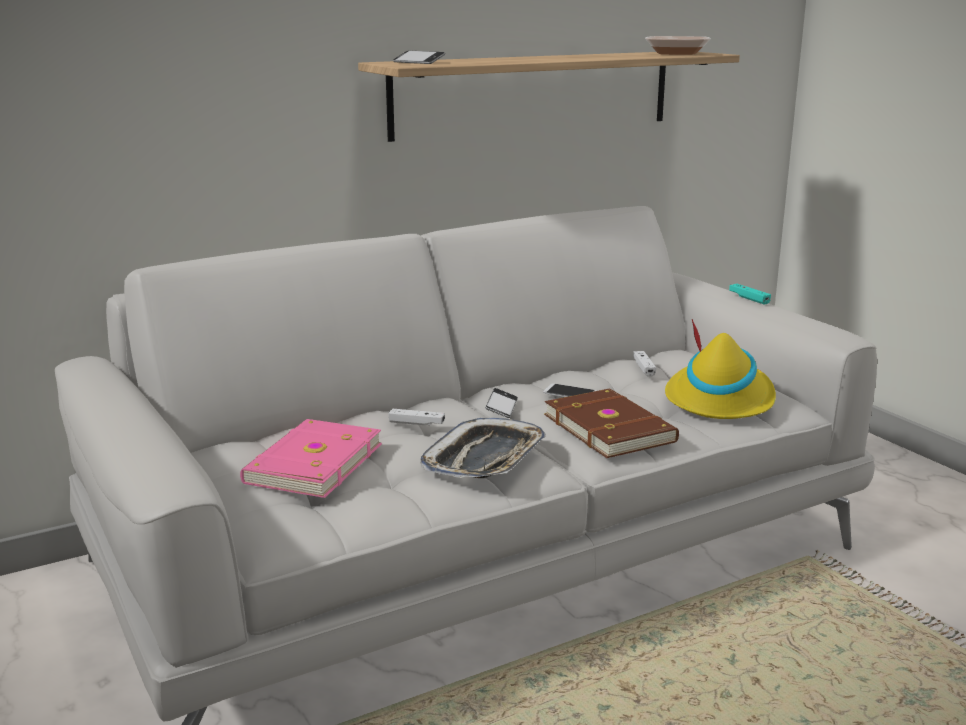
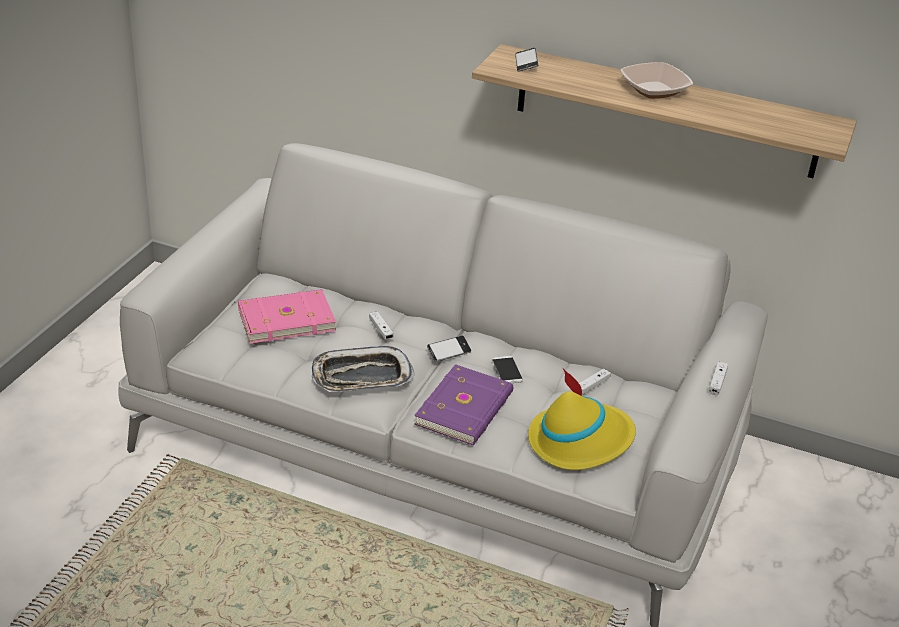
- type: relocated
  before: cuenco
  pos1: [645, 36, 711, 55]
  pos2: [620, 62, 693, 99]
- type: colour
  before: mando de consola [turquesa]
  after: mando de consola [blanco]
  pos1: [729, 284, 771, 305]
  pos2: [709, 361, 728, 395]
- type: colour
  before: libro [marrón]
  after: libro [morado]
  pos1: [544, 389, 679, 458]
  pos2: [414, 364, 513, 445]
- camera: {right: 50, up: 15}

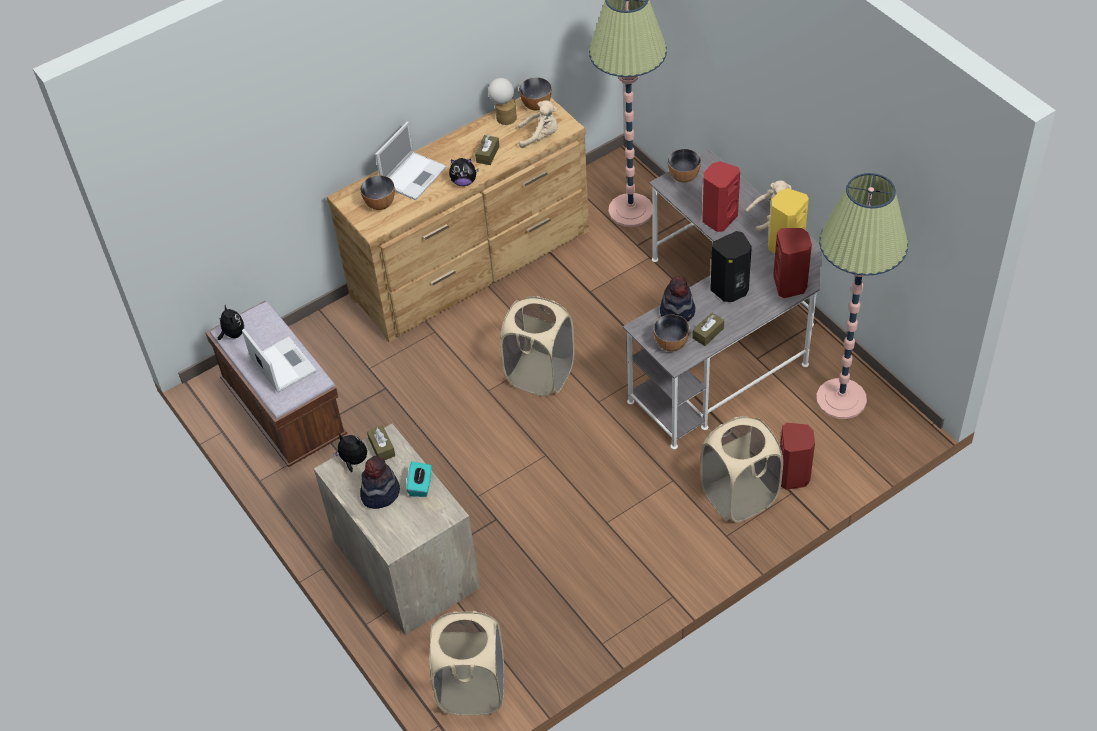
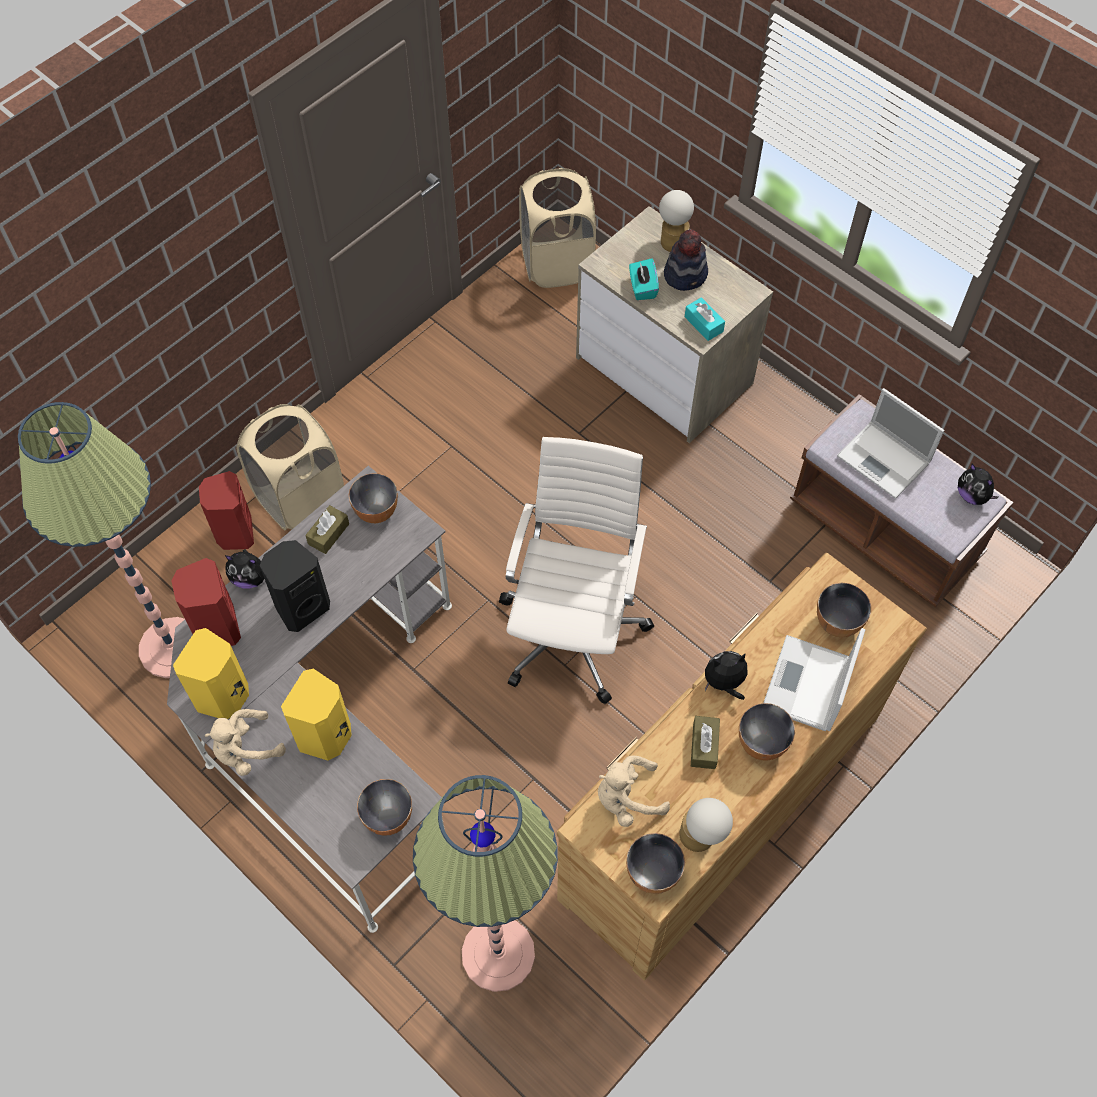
- type: colour
  before: altavoz [rojo]
  after: altavoz [amarillo]
  pos1: [702, 161, 740, 232]
  pos2: [281, 668, 352, 761]
- type: missing
  before: sombrero
  pos1: [660, 276, 695, 322]
- type: exchanged
  before: cesto de la ropa [beis]
  after: silla de oficina [blanco]
  pos1: [500, 296, 575, 397]
  pos2: [499, 437, 654, 704]
- type: colour
  before: caja de pañuelos [marrón]
  after: caja de pañuelos [turquesa]
  pos1: [367, 425, 395, 460]
  pos2: [685, 297, 725, 341]
- type: relocated
  before: peluche
  pos1: [333, 434, 367, 472]
  pos2: [225, 549, 264, 588]
- type: appeared
  after: lámpara de mesa
  pos2: [659, 190, 694, 252]
- type: appeared
  after: cuenco
  pos2: [739, 703, 795, 761]
- camera: {right: 165, up: 10}

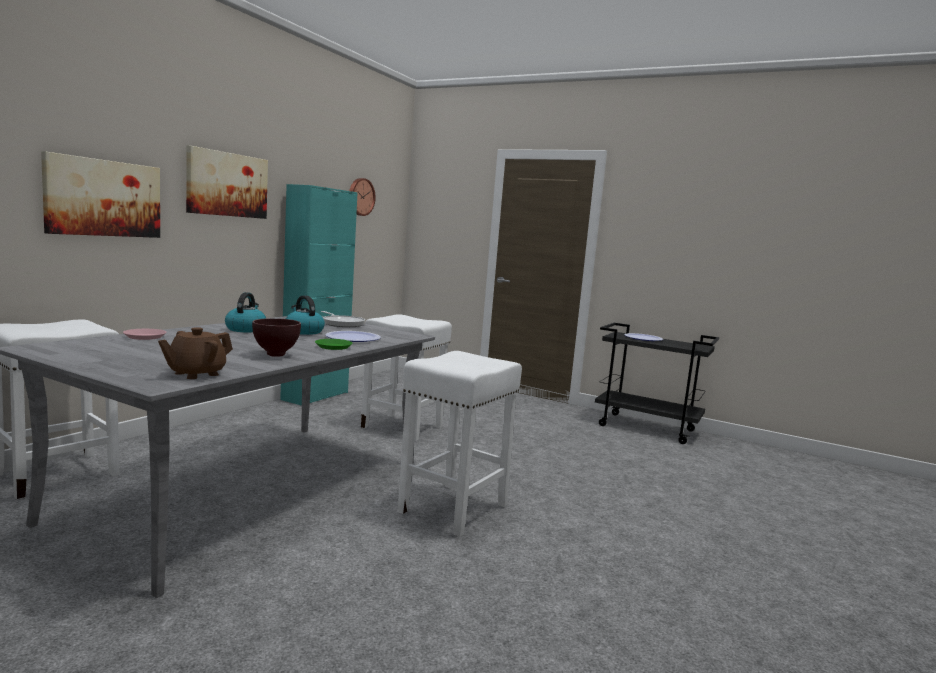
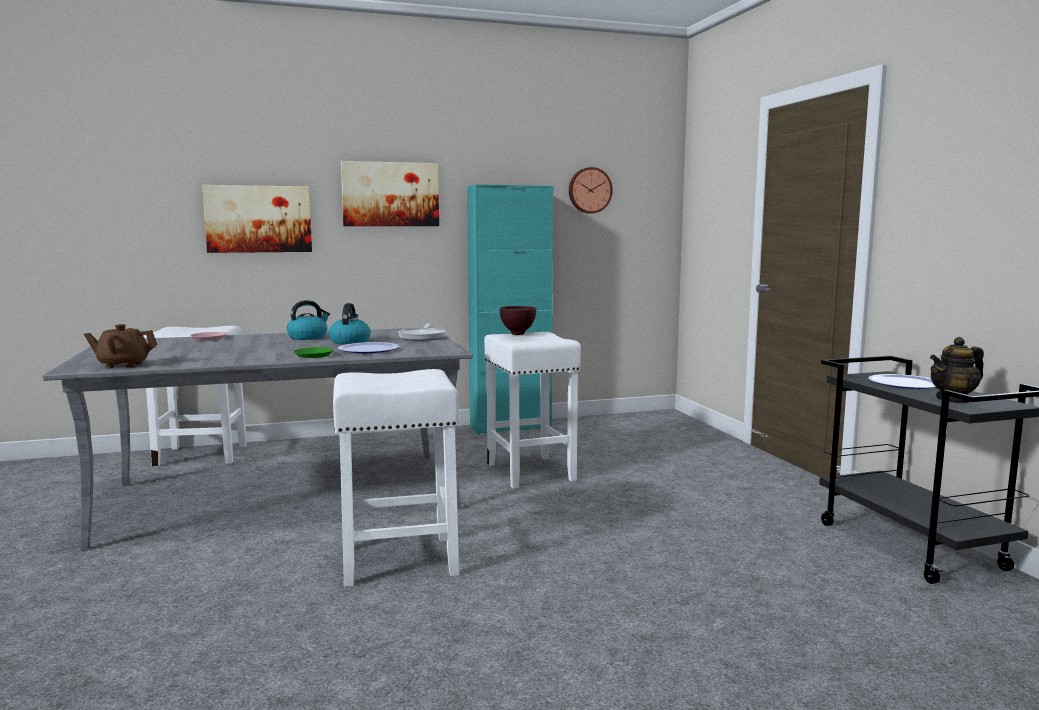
- type: relocated
  before: cuenco [marrón]
  pos1: [252, 318, 301, 357]
  pos2: [500, 306, 536, 335]
- type: appeared
  after: tetera
  pos2: [930, 337, 984, 403]
- camera: {right: 45, up: 0}

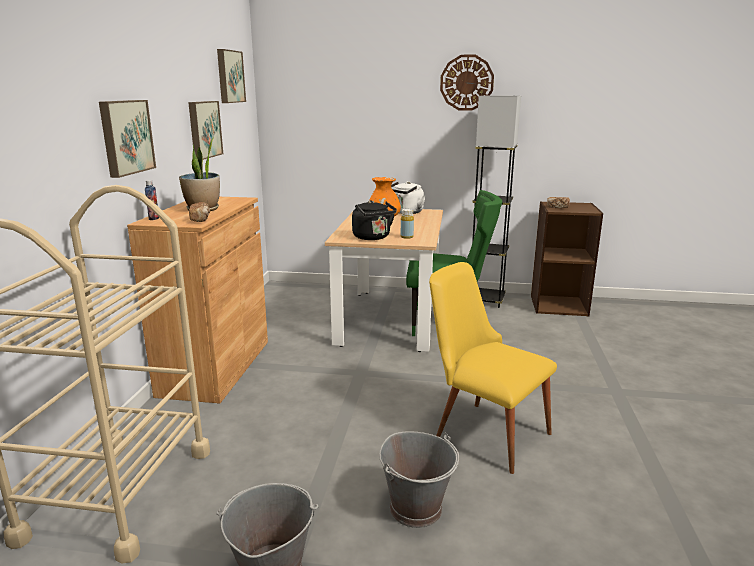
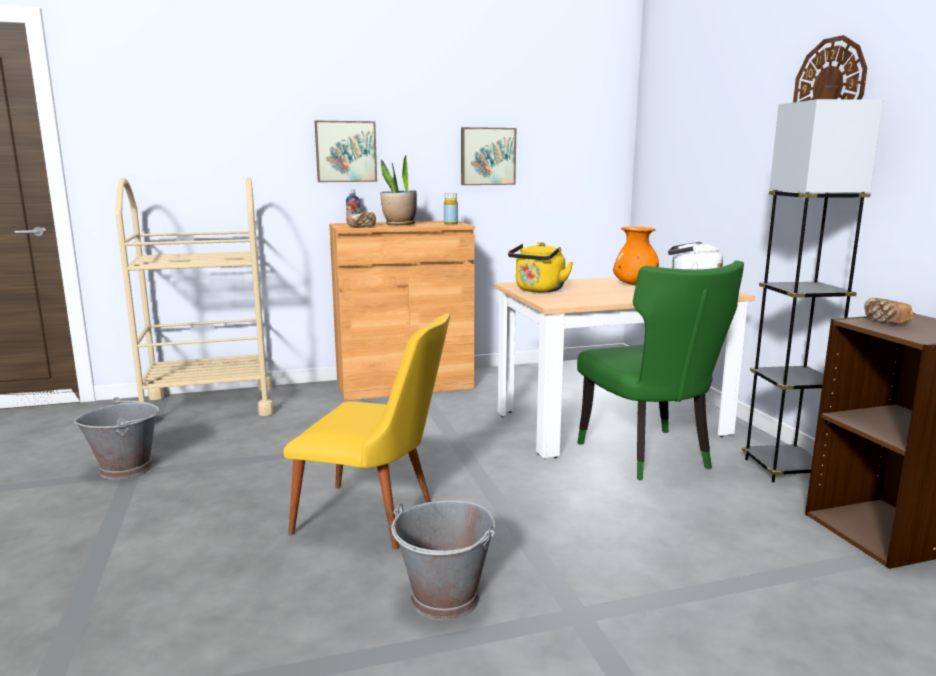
- type: missing
  before: cuadro
  pos1: [217, 49, 246, 103]
- type: colour
  before: hervidor [negro]
  after: hervidor [amarillo]
  pos1: [352, 200, 397, 240]
  pos2: [508, 242, 573, 292]
- type: relocated
  before: botella [amarillo]
  pos1: [401, 209, 414, 239]
  pos2: [444, 193, 458, 225]
- type: spun
  before: silla [amarillo]
  pos1: [429, 262, 557, 474]
  pos2: [283, 314, 450, 550]
  turn: 90
- type: relocated
  before: cubo [gris]
  pos1: [379, 431, 459, 528]
  pos2: [391, 501, 495, 620]
- camera: {right: 65, up: -5}

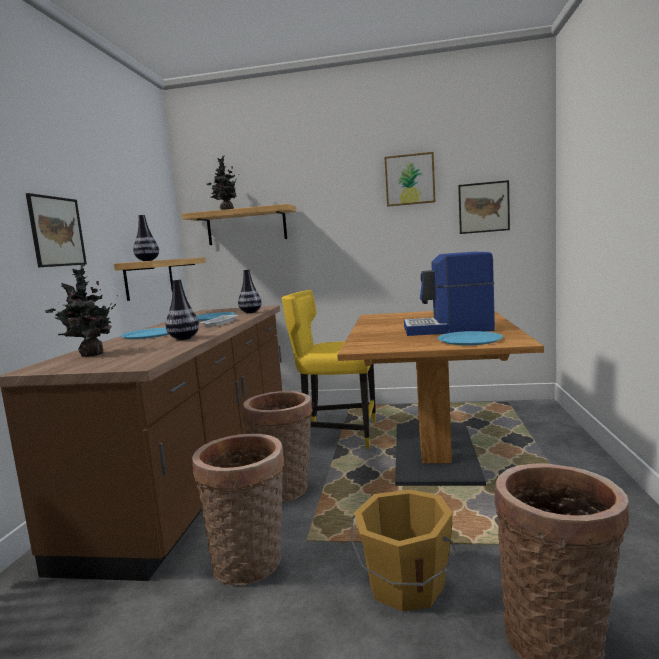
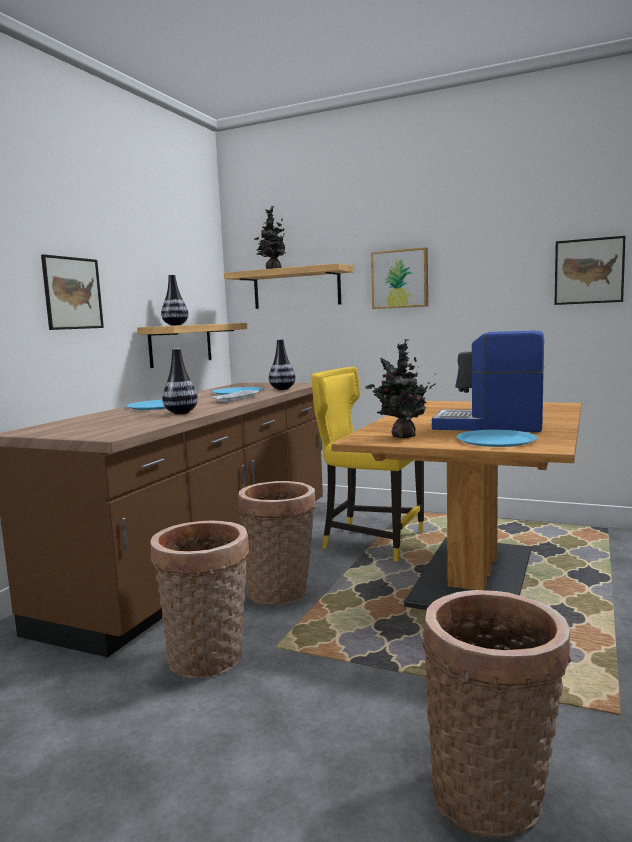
- type: relocated
  before: cuadro
  pos1: [384, 152, 436, 207]
  pos2: [371, 247, 428, 309]
- type: relocated
  before: planta en maceta
  pos1: [45, 264, 118, 357]
  pos2: [365, 339, 436, 438]
- type: missing
  before: cubo [naranja]
  pos1: [351, 490, 456, 612]
- camera: {right: 15, up: 0}

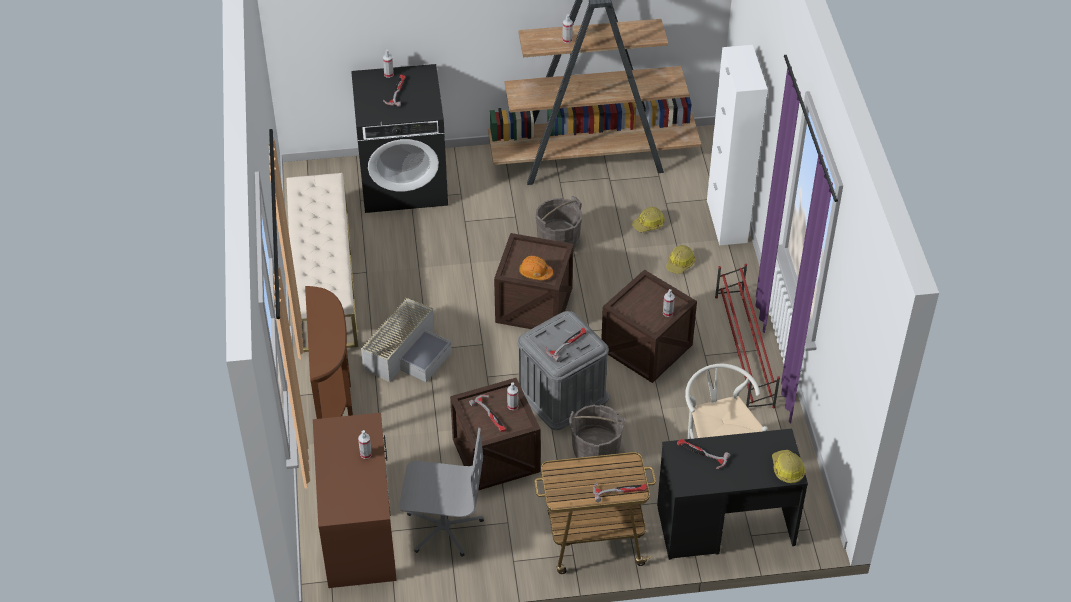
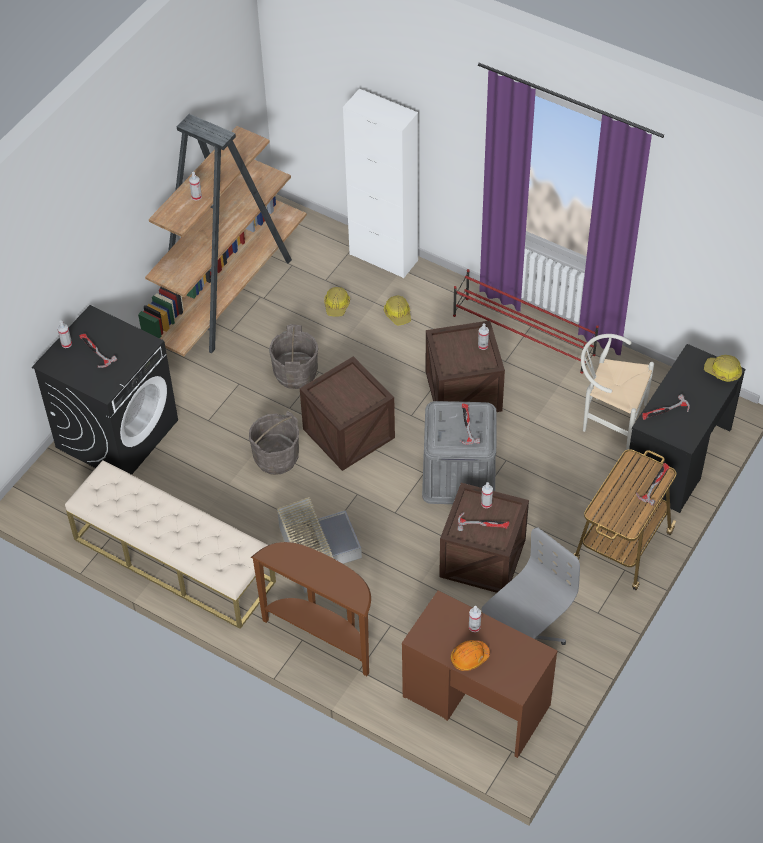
- type: relocated
  before: casco [naranja]
  pos1: [519, 256, 553, 280]
  pos2: [451, 640, 490, 671]
- type: relocated
  before: cubo [gris]
  pos1: [569, 404, 625, 465]
  pos2: [249, 411, 299, 475]
- camera: {right: -50, up: 5}

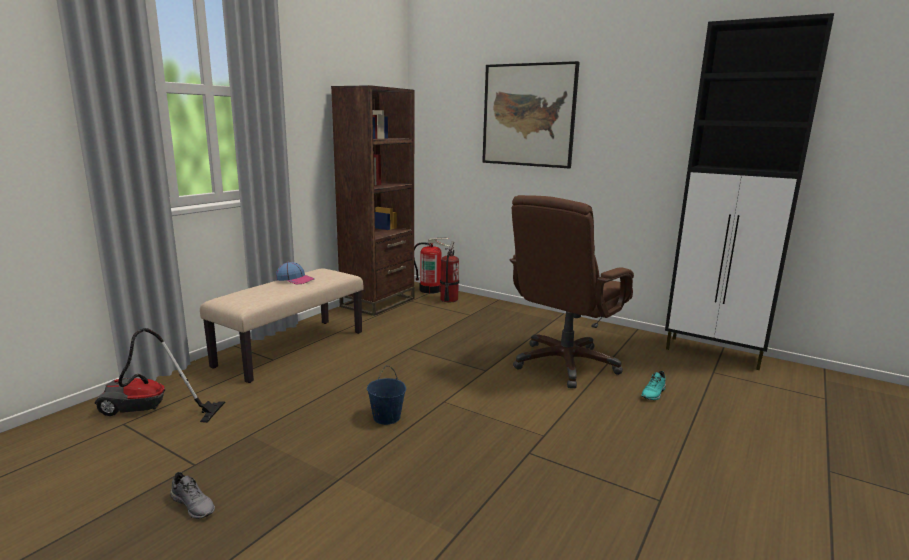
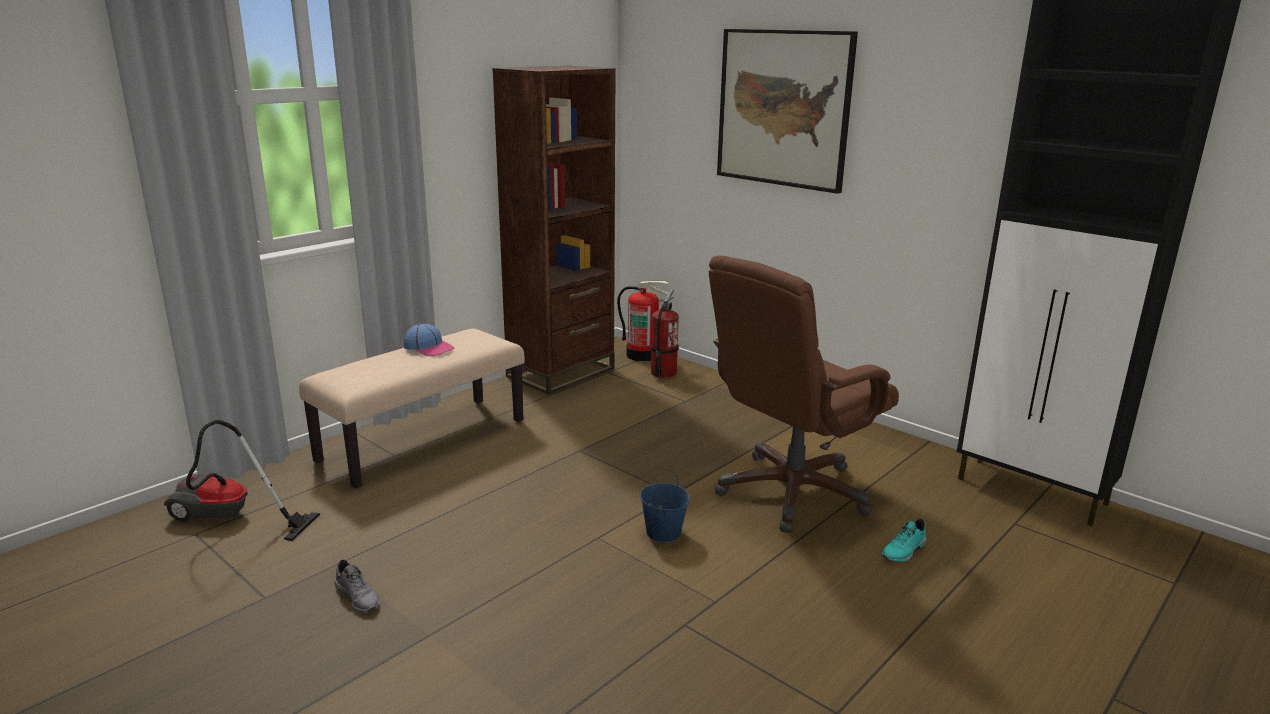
- type: relocated
  before: cubo [azul]
  pos1: [367, 366, 406, 425]
  pos2: [640, 469, 690, 542]
- type: relocated
  before: zapato [gris]
  pos1: [170, 472, 215, 519]
  pos2: [334, 559, 380, 612]
- camera: {right: 10, up: 5}

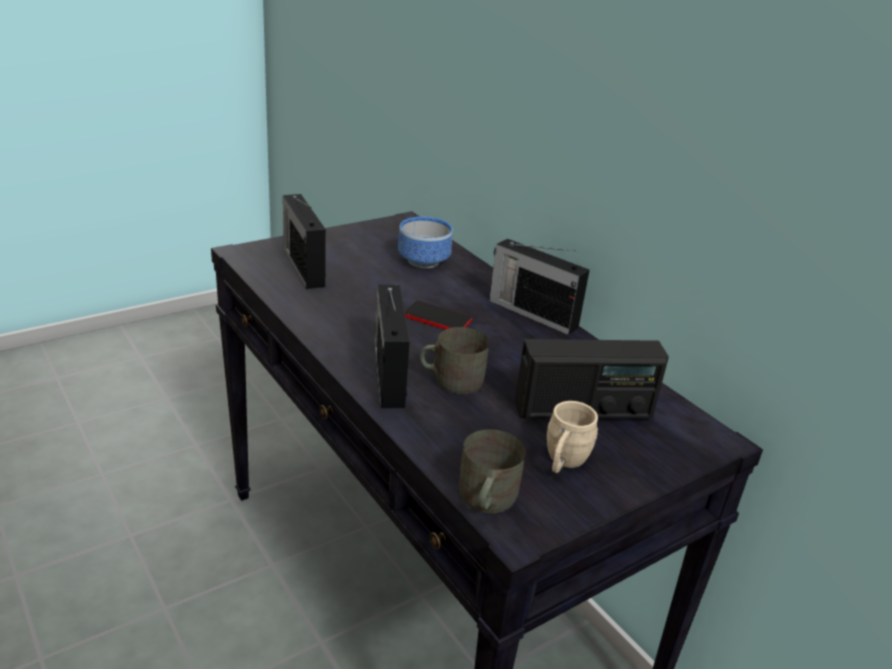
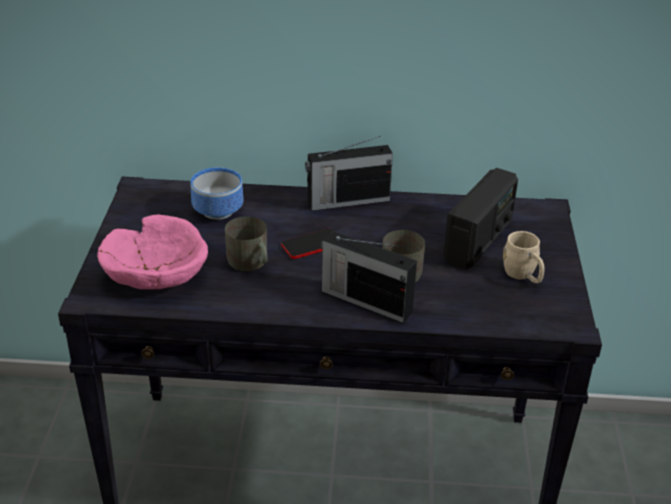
- type: exchanged
  before: radio
  after: cuenco [rosa]
  pos1: [283, 194, 326, 289]
  pos2: [97, 215, 208, 289]
- type: relocated
  before: taza grande [gris]
  pos1: [459, 429, 526, 513]
  pos2: [225, 216, 268, 271]
- camera: {right: -50, up: 5}

